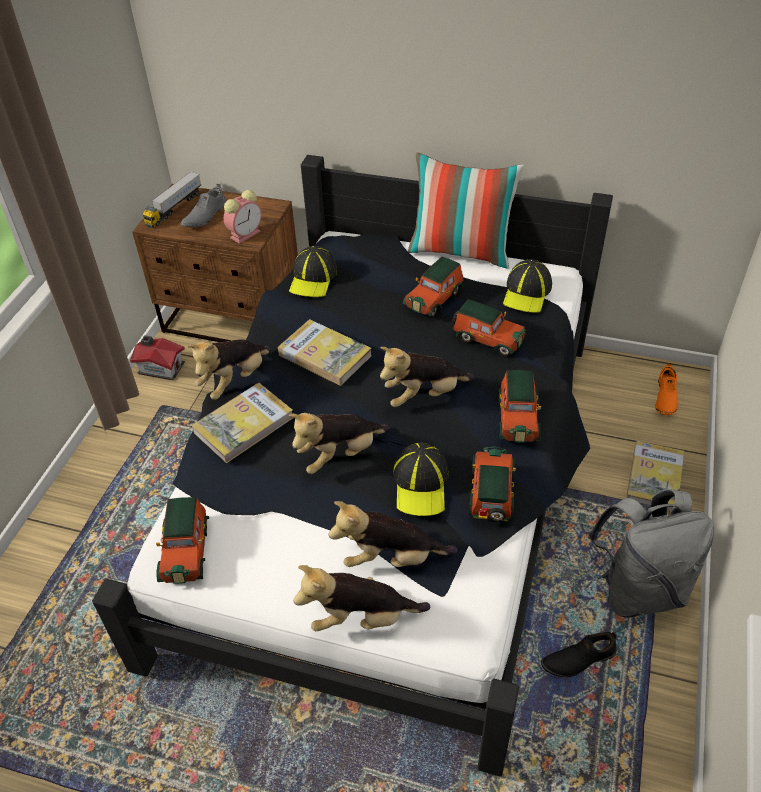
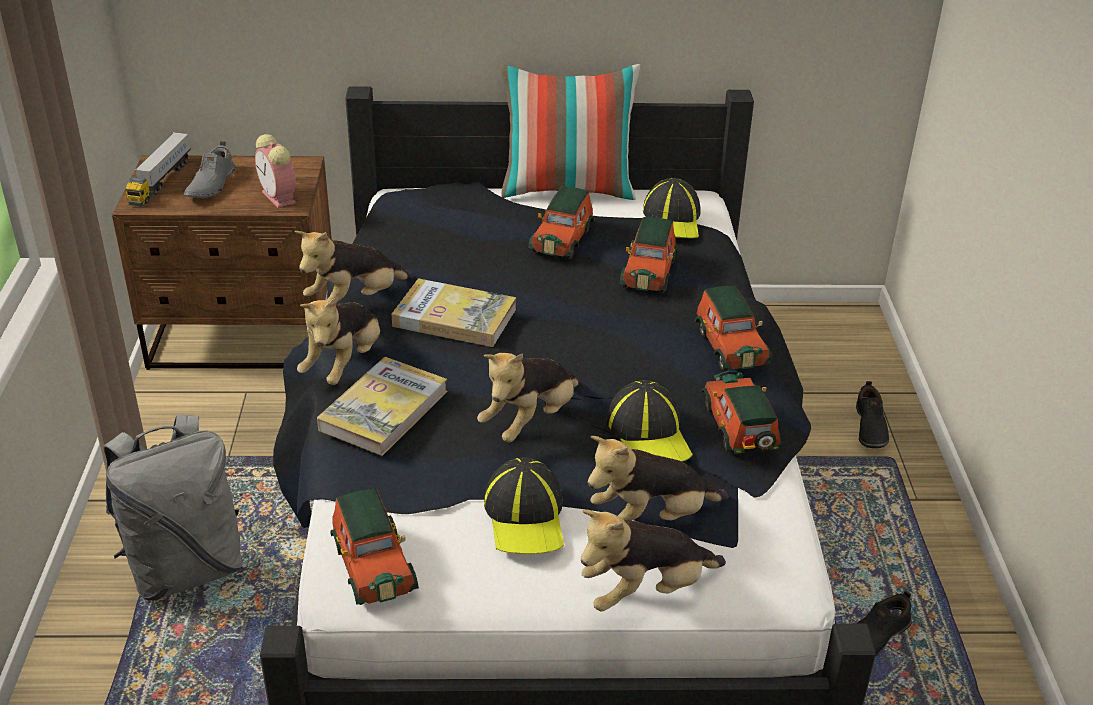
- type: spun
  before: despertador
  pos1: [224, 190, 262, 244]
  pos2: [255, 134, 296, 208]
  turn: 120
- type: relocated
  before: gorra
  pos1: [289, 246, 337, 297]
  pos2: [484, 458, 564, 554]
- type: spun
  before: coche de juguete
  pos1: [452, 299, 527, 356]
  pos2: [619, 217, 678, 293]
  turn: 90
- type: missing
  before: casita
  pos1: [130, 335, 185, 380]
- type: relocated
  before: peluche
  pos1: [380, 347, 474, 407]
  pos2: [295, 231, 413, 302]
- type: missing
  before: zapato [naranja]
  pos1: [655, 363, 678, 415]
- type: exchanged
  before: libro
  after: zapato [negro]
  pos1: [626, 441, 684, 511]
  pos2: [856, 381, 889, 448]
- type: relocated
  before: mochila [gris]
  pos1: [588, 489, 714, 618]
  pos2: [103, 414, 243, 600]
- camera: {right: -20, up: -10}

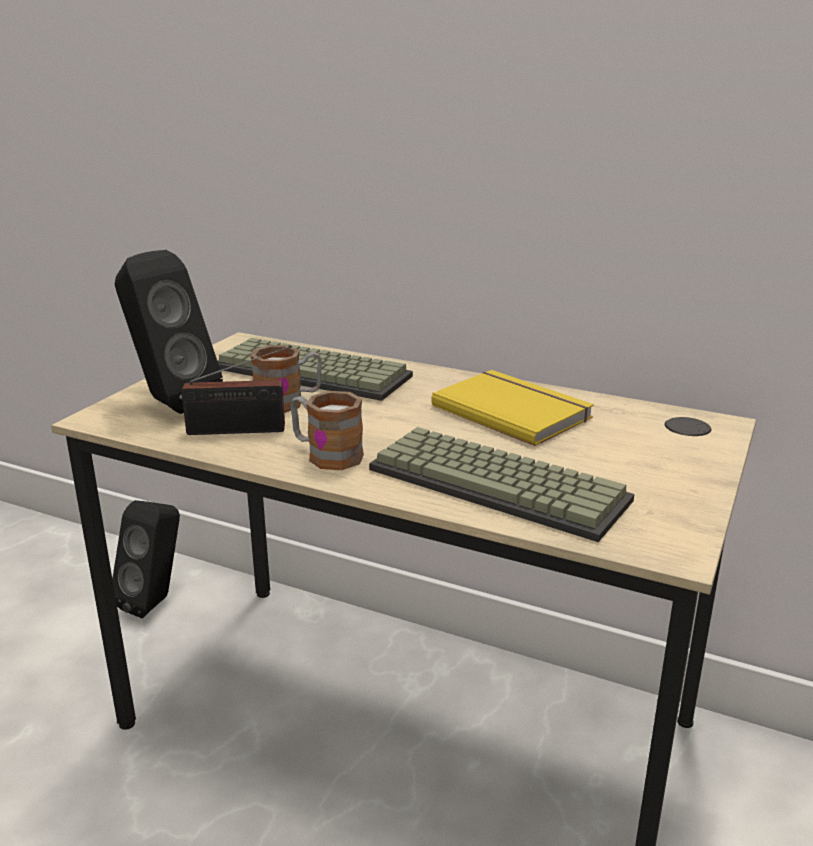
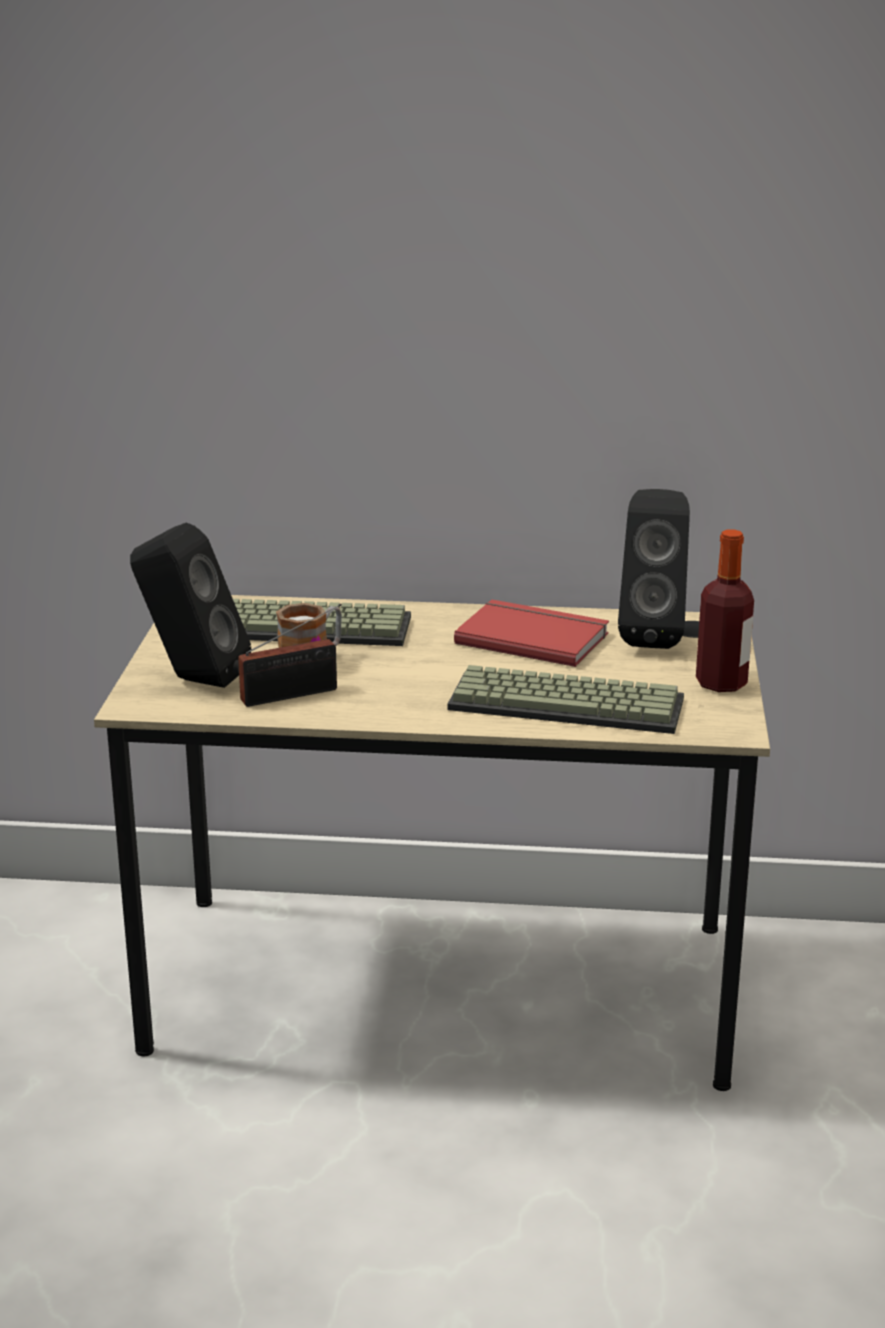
- type: colour
  before: libro [amarillo]
  after: libro [rojo]
  pos1: [431, 370, 594, 446]
  pos2: [454, 600, 609, 667]
- type: missing
  before: taza grande
  pos1: [290, 391, 364, 470]
- type: relocated
  before: altavoz [negro]
  pos1: [112, 500, 180, 618]
  pos2: [618, 489, 690, 649]
- type: appeared
  after: botella
  pos2: [696, 529, 754, 692]
- camera: {right: -20, up: 0}

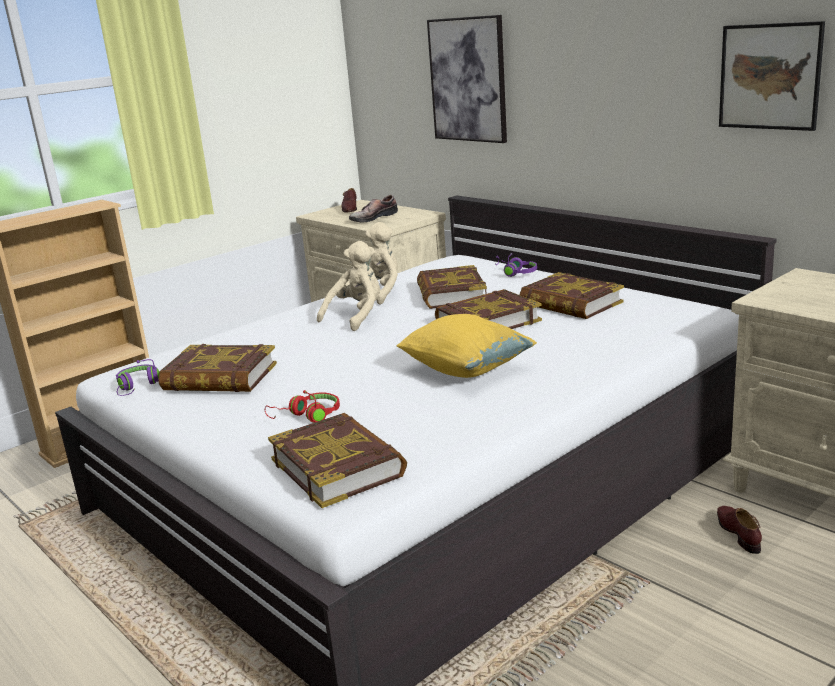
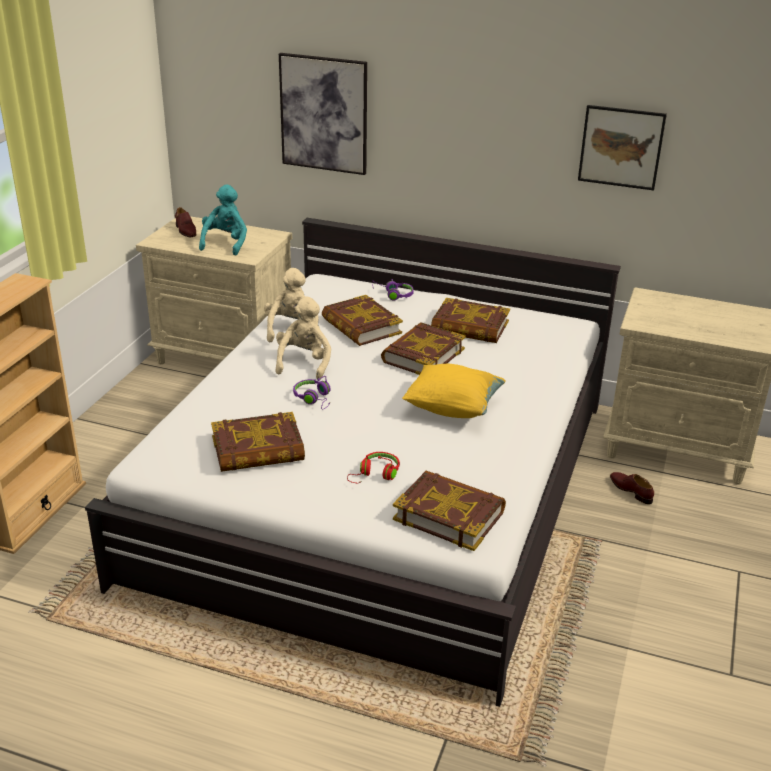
- type: exchanged
  before: zapato
  after: peluche [turquesa]
  pos1: [349, 195, 398, 222]
  pos2: [199, 184, 247, 256]
- type: relocated
  before: auriculares [morado]
  pos1: [116, 359, 159, 396]
  pos2: [293, 376, 331, 410]
- camera: {right: -30, up: 10}

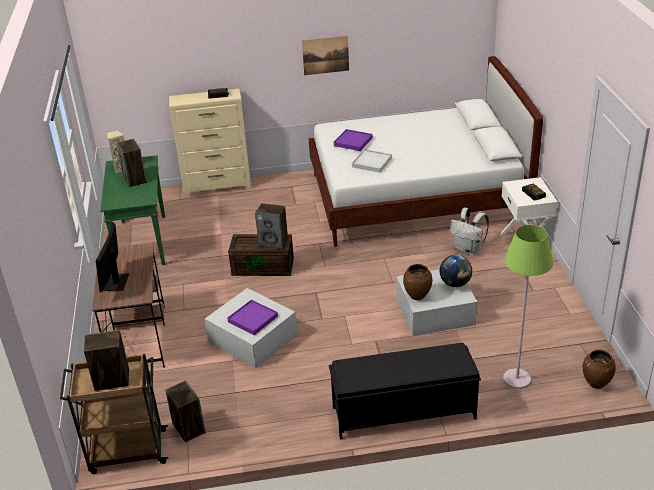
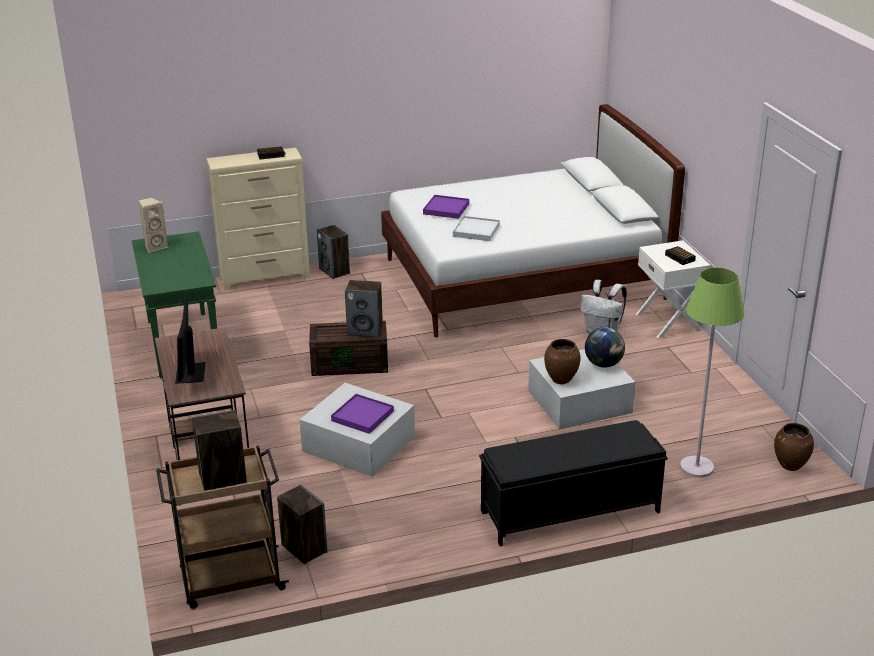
- type: missing
  before: cuadro
  pos1: [302, 36, 349, 75]
- type: relocated
  before: altavoz
  pos1: [116, 139, 147, 187]
  pos2: [317, 225, 350, 279]
- camera: {right: -10, up: -5}

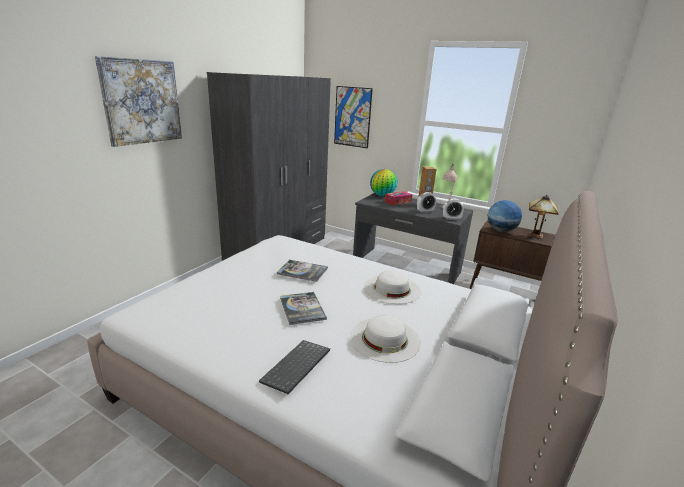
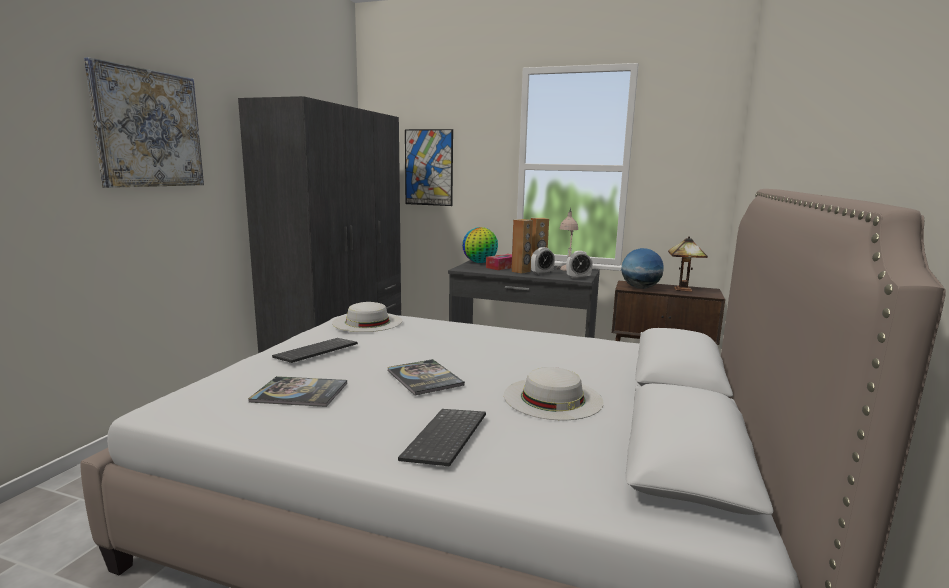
- type: relocated
  before: libro
  pos1: [277, 260, 328, 282]
  pos2: [248, 376, 347, 407]
- type: relocated
  before: sombrero [blanco]
  pos1: [364, 271, 421, 304]
  pos2: [332, 302, 402, 332]
- type: appeared
  after: altavoz [marrón]
  pos2: [511, 219, 533, 274]
- type: appeared
  after: teclado
  pos2: [272, 338, 358, 363]
- camera: {right: -10, up: -10}

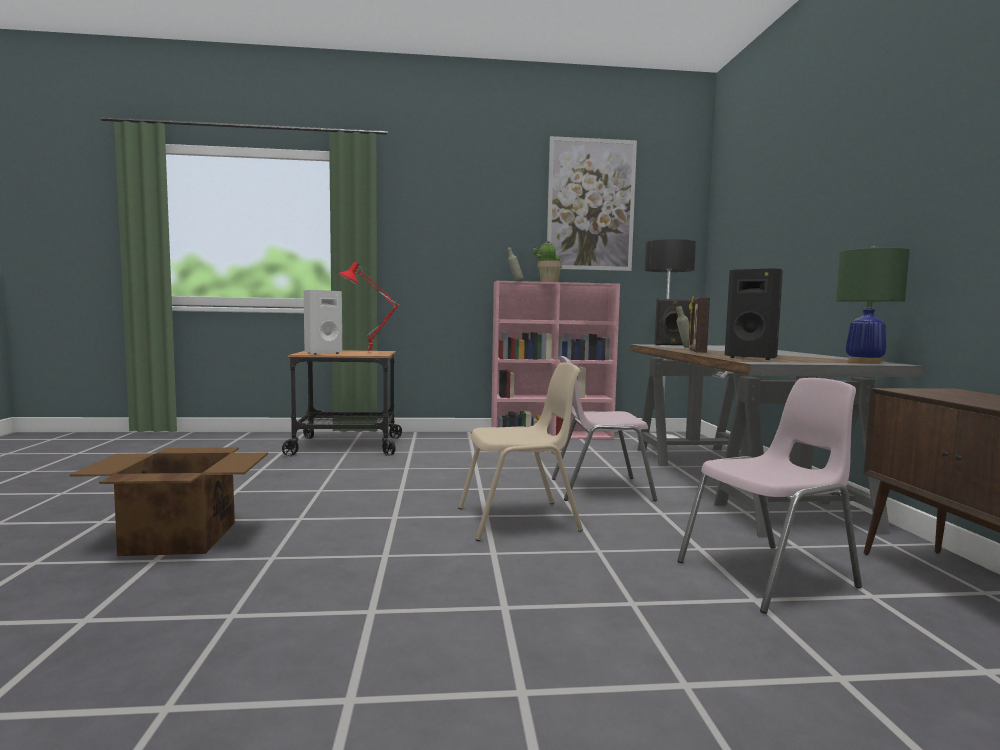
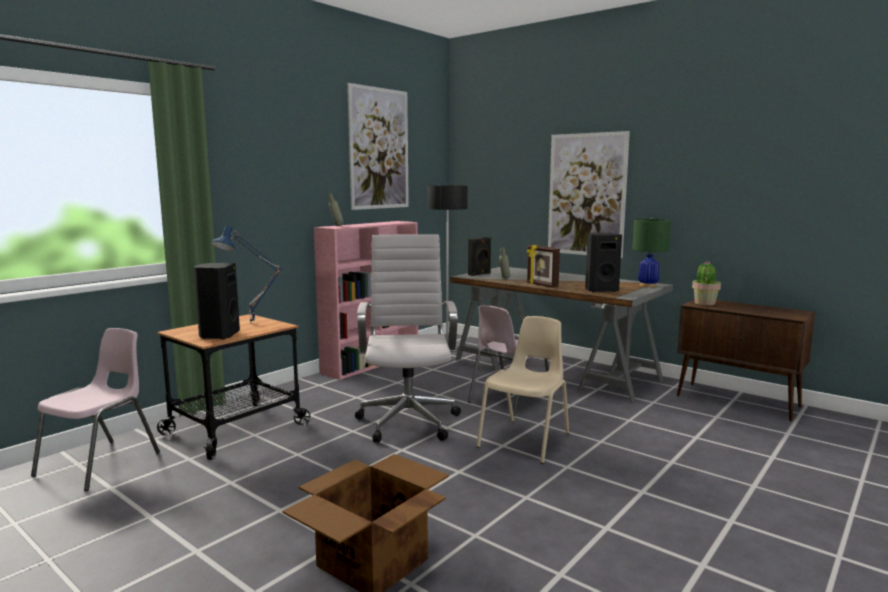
- type: relocated
  before: planta en maceta
  pos1: [533, 241, 562, 282]
  pos2: [692, 261, 721, 305]
- type: colour
  before: lámpara de mesa [rojo]
  after: lámpara de mesa [azul]
  pos1: [338, 262, 399, 353]
  pos2: [211, 226, 282, 324]
- type: colour
  before: altavoz [blanco]
  after: altavoz [negro]
  pos1: [303, 290, 342, 355]
  pos2: [194, 263, 240, 340]
- type: relocated
  before: silla [rosa]
  pos1: [677, 378, 862, 614]
  pos2: [31, 328, 160, 491]
- type: appeared
  after: cuadro
  pos2: [548, 131, 630, 258]
- type: appeared
  after: silla de oficina [blanco]
  pos2: [355, 234, 461, 443]
- camera: {right: -45, up: 5}

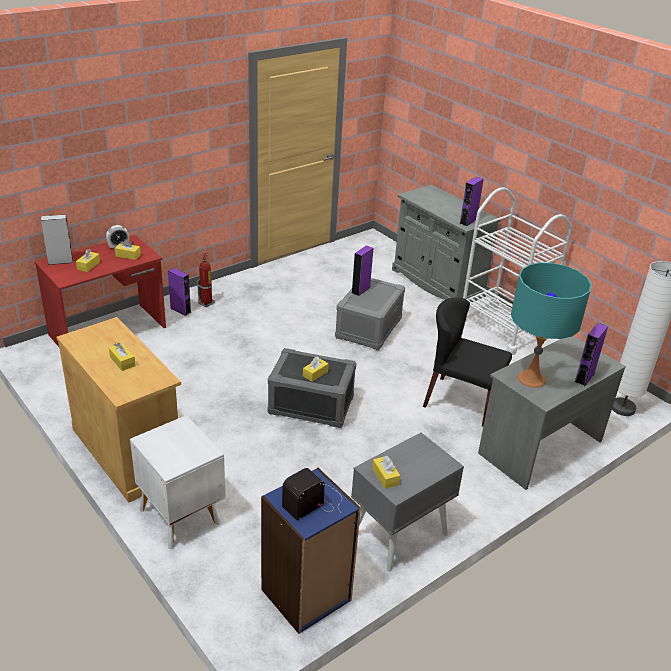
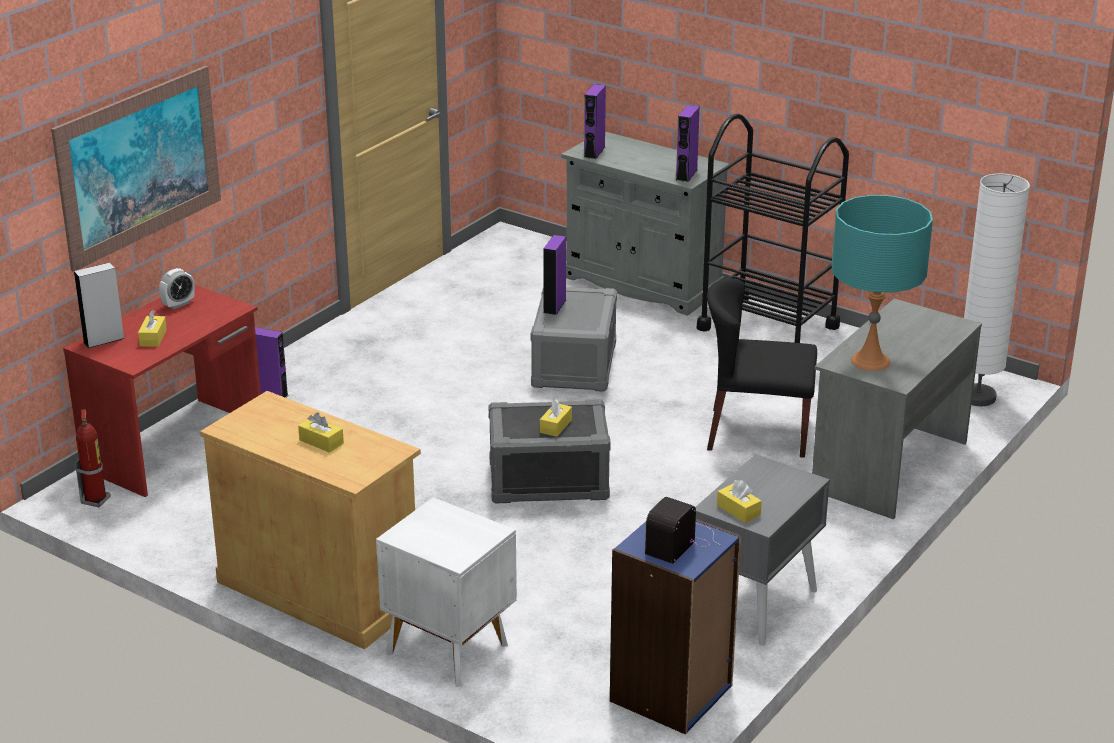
- type: colour
  before: carrito [blanco]
  after: carrito [negro]
  pos1: [463, 187, 572, 355]
  pos2: [697, 113, 849, 343]
- type: missing
  before: caja de pañuelos [amarillo]
  pos1: [115, 239, 141, 260]
- type: relocated
  before: extintor
  pos1: [197, 253, 215, 307]
  pos2: [75, 409, 110, 508]
- type: relocated
  before: altavoz [morado]
  pos1: [575, 323, 608, 386]
  pos2: [584, 84, 606, 159]
- type: appeared
  after: cuadro
  pos2: [51, 66, 221, 272]
- camera: {right: -15, up: -5}

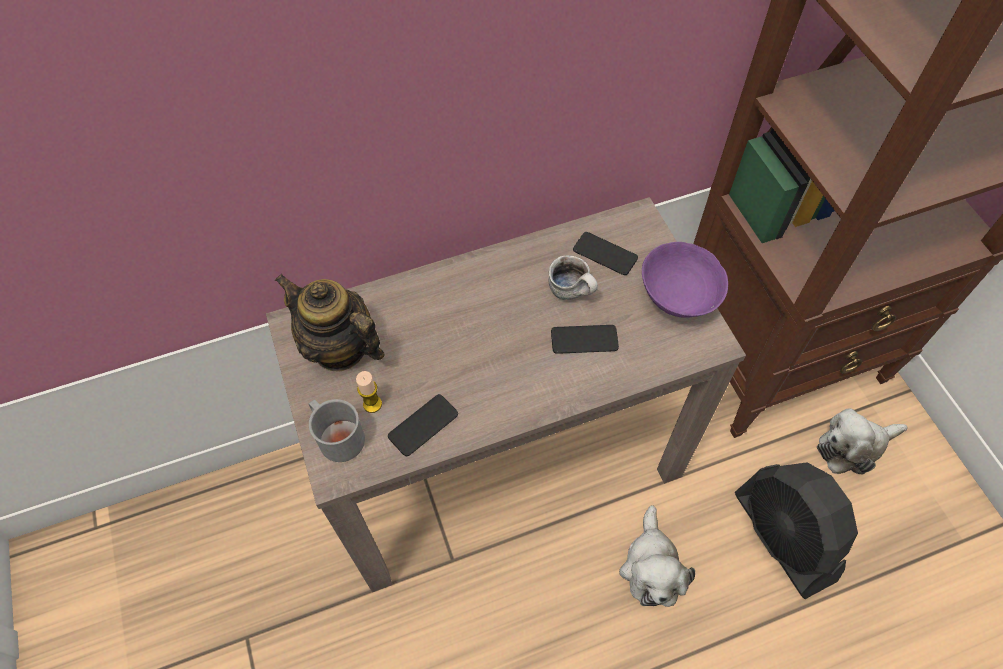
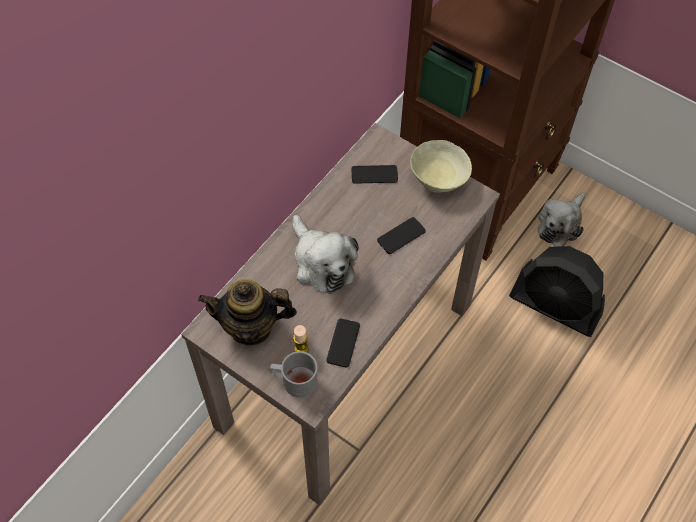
- type: colour
  before: cuenco [morado]
  after: cuenco [beis]
  pos1: [642, 242, 728, 318]
  pos2: [410, 140, 472, 193]
- type: missing
  before: taza grande
  pos1: [549, 255, 598, 300]
- type: relocated
  before: peluche
  pos1: [619, 505, 695, 607]
  pos2: [293, 215, 359, 294]
- camera: {right: -35, up: 0}

